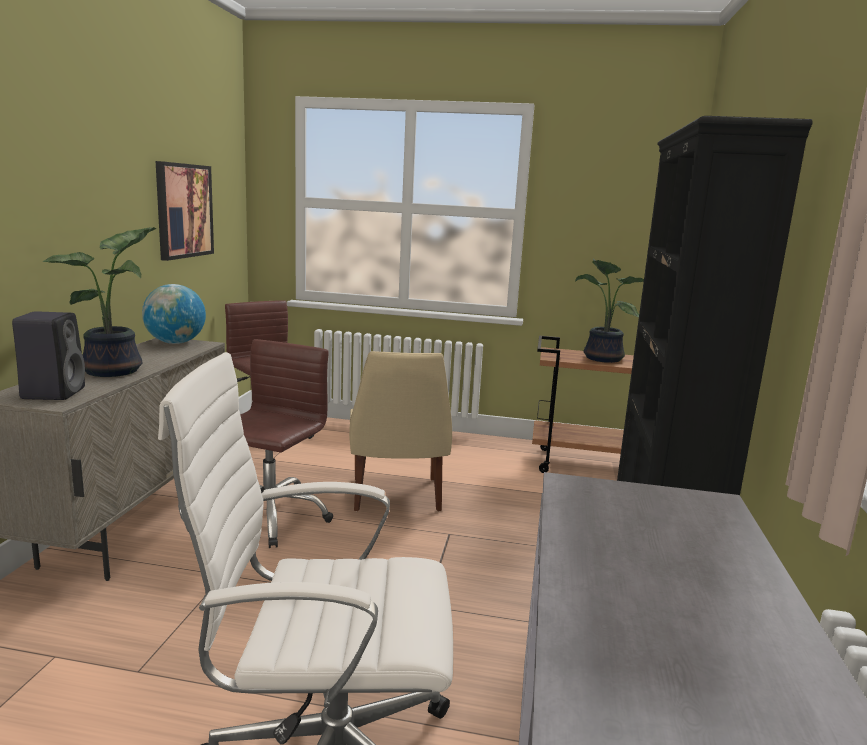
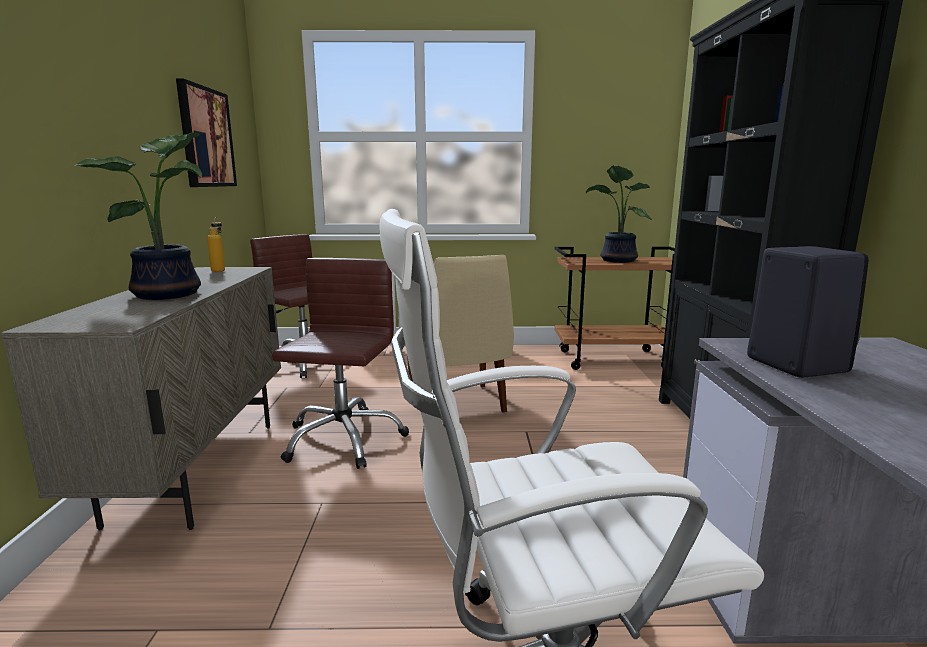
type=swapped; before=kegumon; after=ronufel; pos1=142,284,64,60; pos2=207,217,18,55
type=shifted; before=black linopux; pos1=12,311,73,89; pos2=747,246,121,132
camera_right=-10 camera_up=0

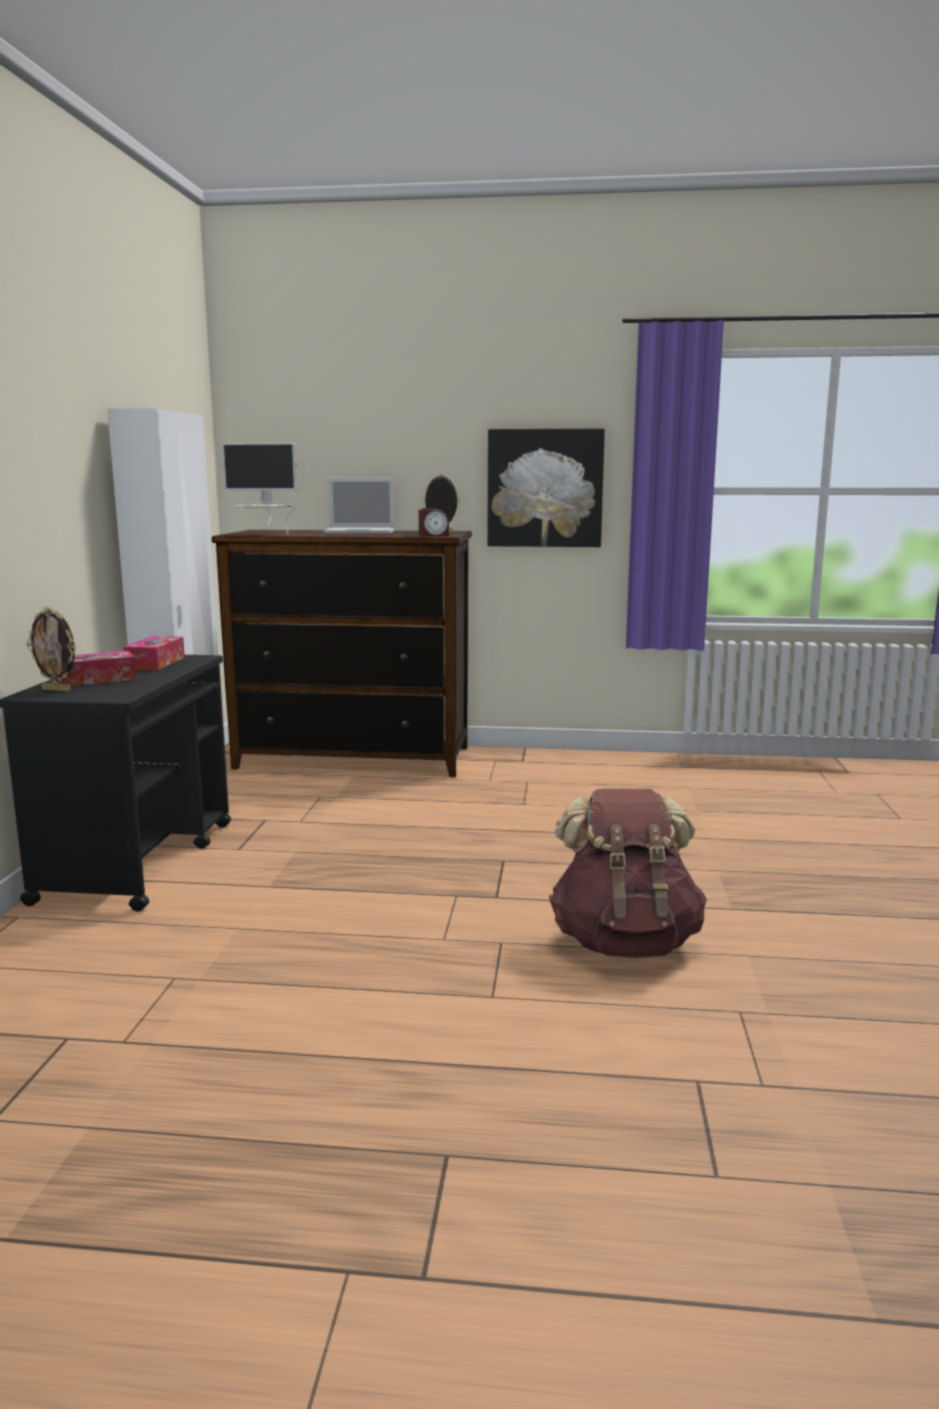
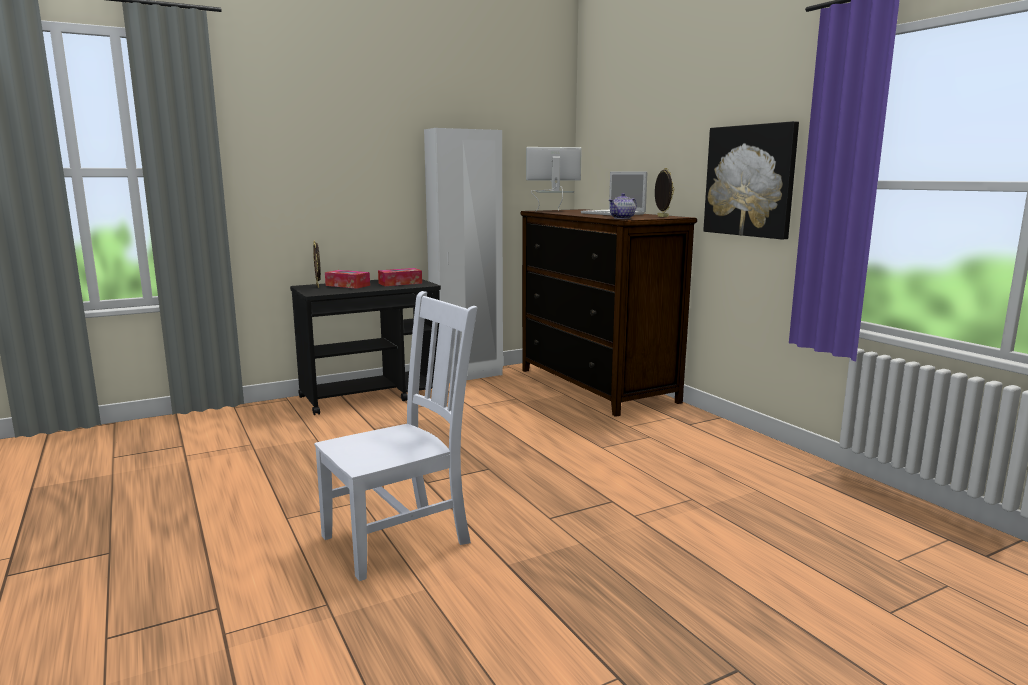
type=rotated; before=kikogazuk; pos1=221,443,76,91; pos2=526,147,56,64; turn=105
type=swapped; before=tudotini; after=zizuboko; pos1=419,508,30,28; pos2=609,193,28,26
type=swapped; before=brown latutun; after=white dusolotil; pos1=549,789,158,169; pos2=314,291,163,290
camera_right=55 camera_up=0

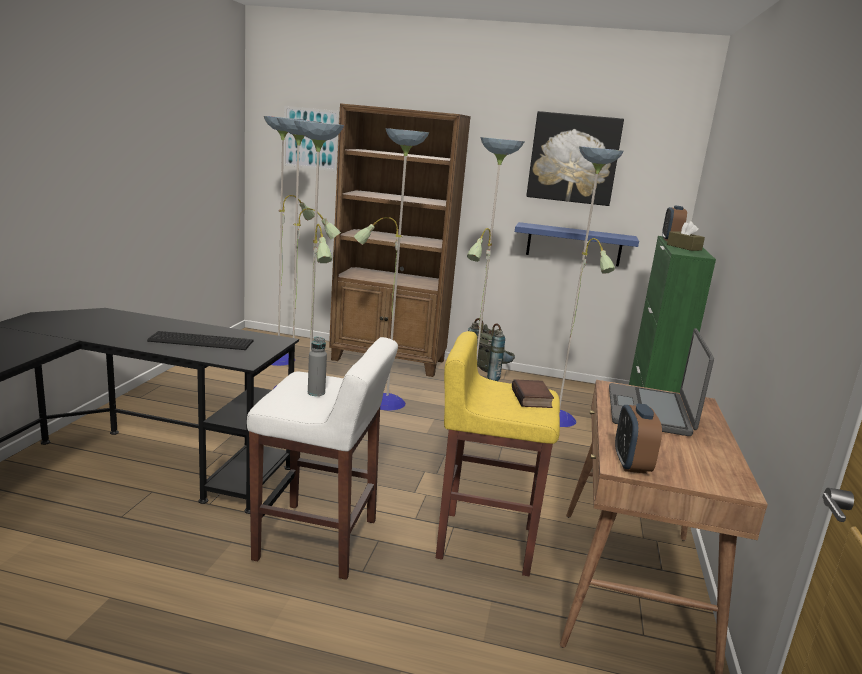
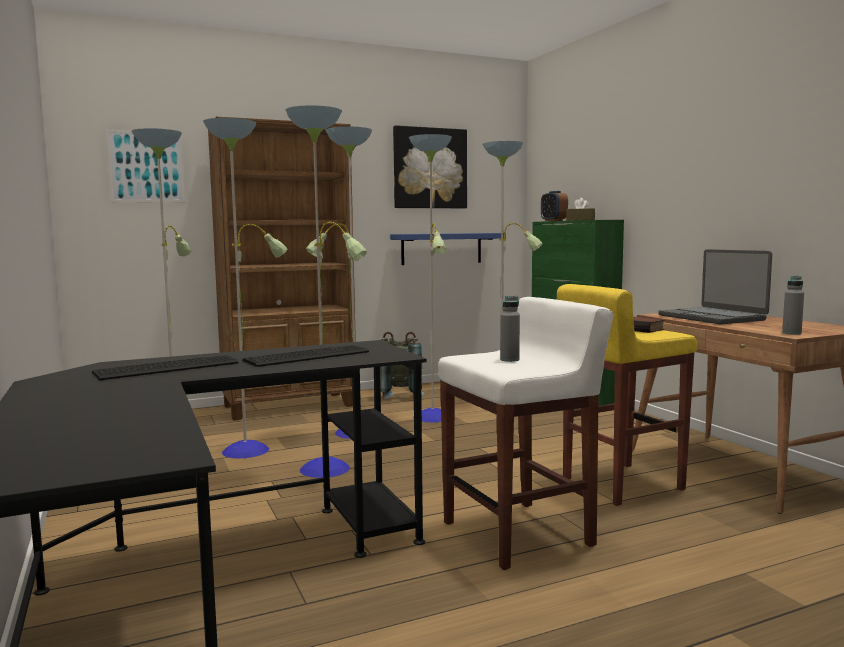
type=swapped; before=tudotini; after=grey ronufel; pos1=615,403,47,71; pos2=782,275,22,60
type=new; after=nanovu; pos2=92,355,147,25
camera_right=-35 camera_up=-10

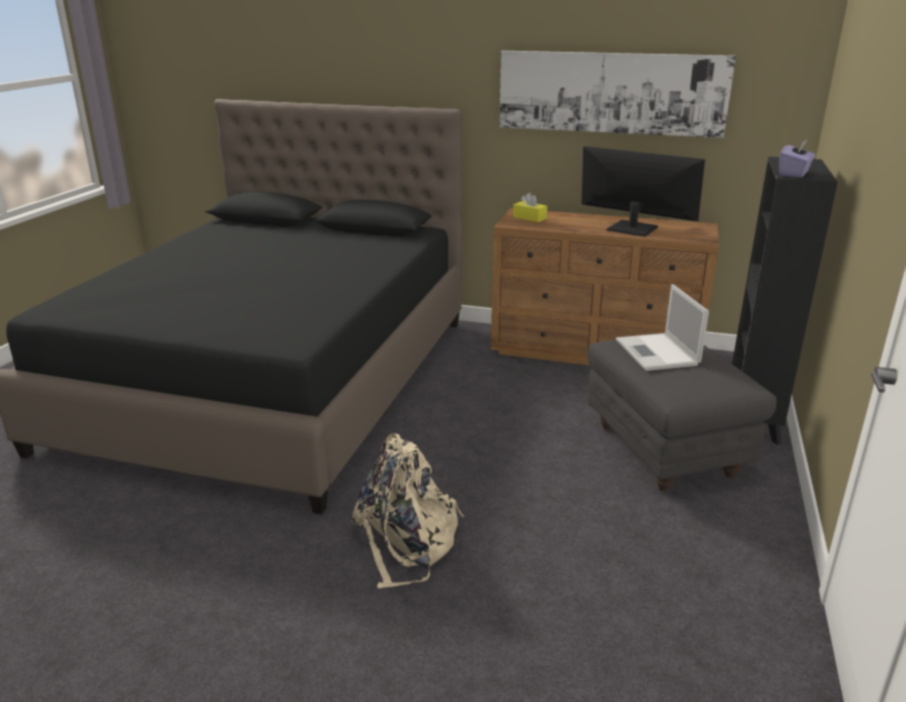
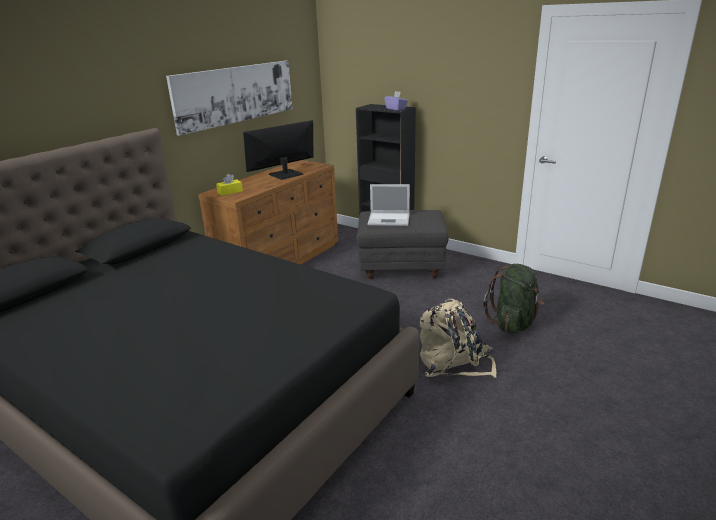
type=new; after=green latutun; pos2=483,264,61,69
camera_right=-70 camera_up=0

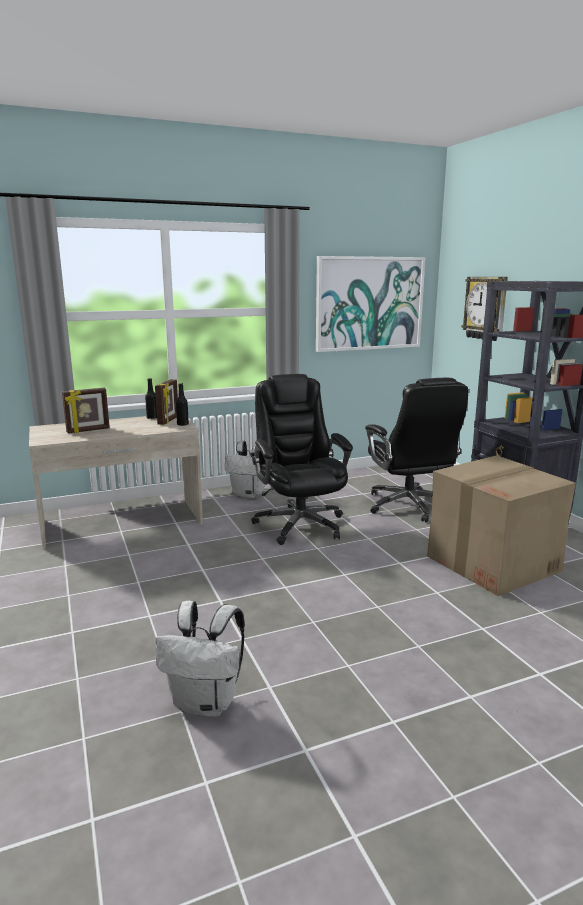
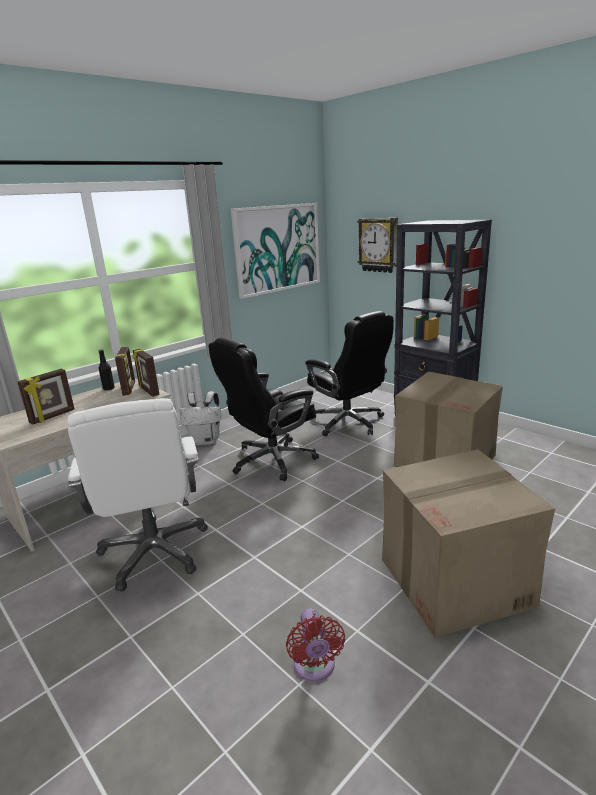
type=rotated; before=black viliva; pos1=251,374,102,171; pos2=209,337,110,144; turn=-90
type=swapped; before=black ronufel; after=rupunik; pos1=176,383,13,43; pos2=132,349,28,48
type=swapped; before=white latutun; after=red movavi; pos1=156,601,89,116; pos2=286,608,59,73
type=new; after=white viliva; pos2=67,398,141,194
type=new; after=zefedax; pos2=382,449,173,189
camera_right=-20 camera_up=5

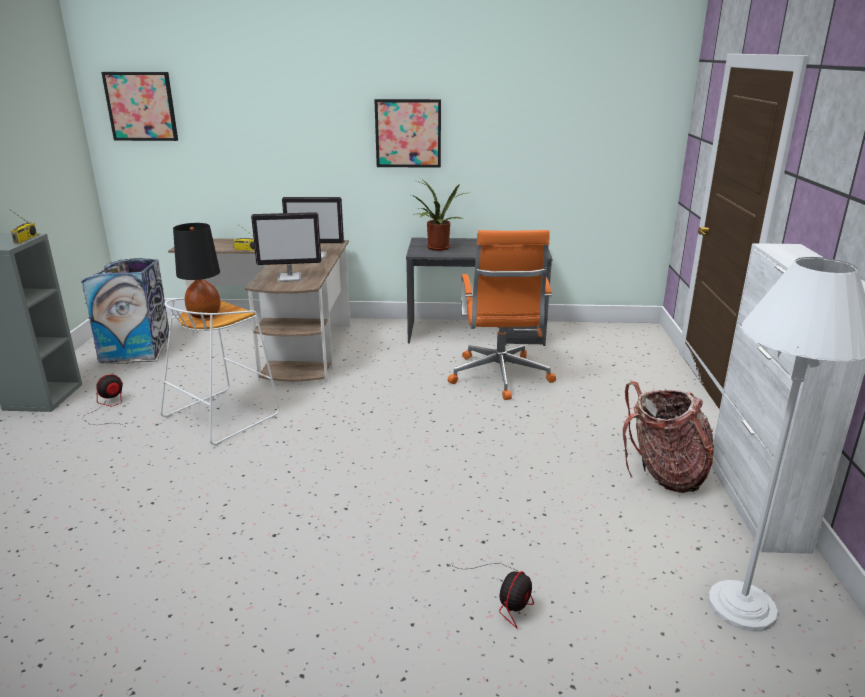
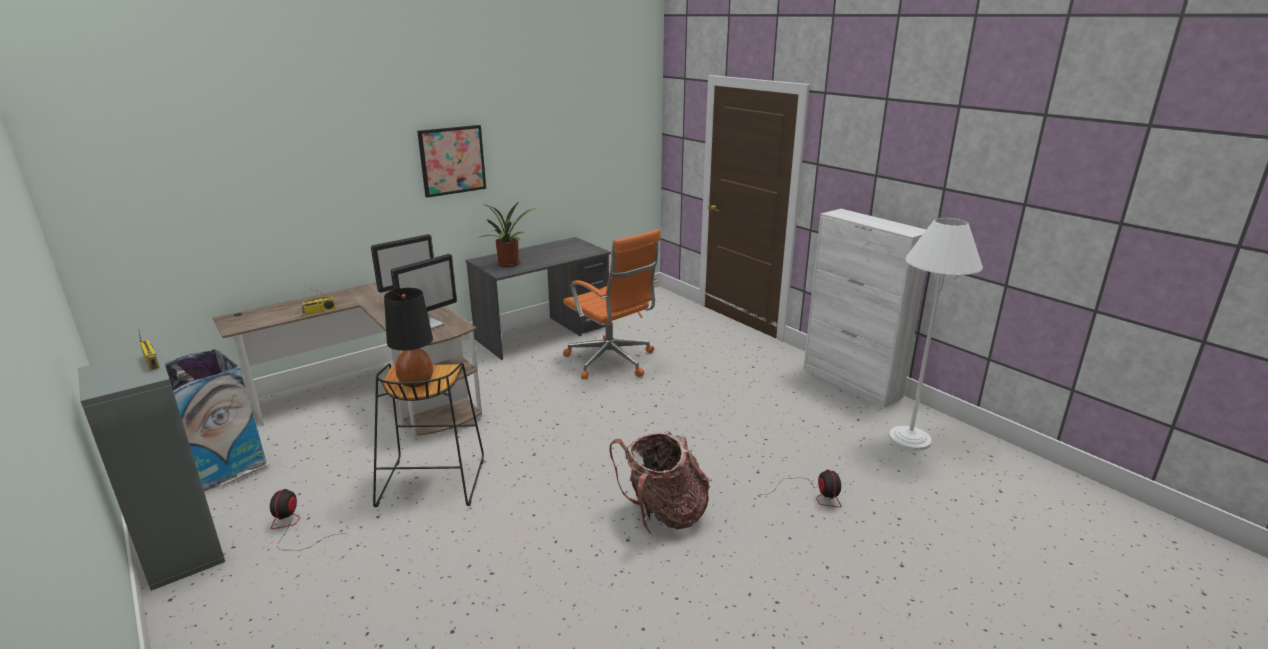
type=gone; before=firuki; pos1=101,72,77,69
type=repainted; before=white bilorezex; after=black bilorezex; pos1=160,298,120,147; pos2=373,363,111,144
type=shifted; before=latutun; pos1=623,381,91,112; pos2=609,431,101,103
camera_right=-40 camera_up=0

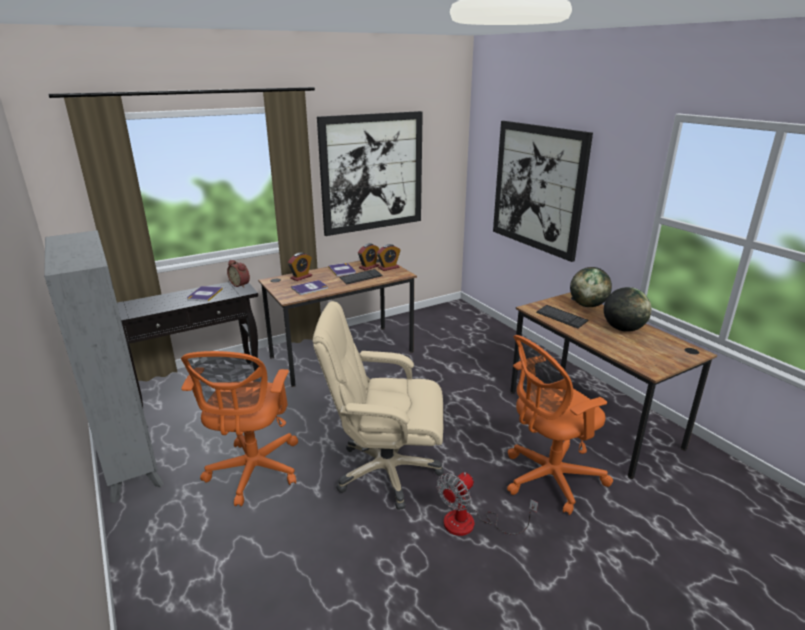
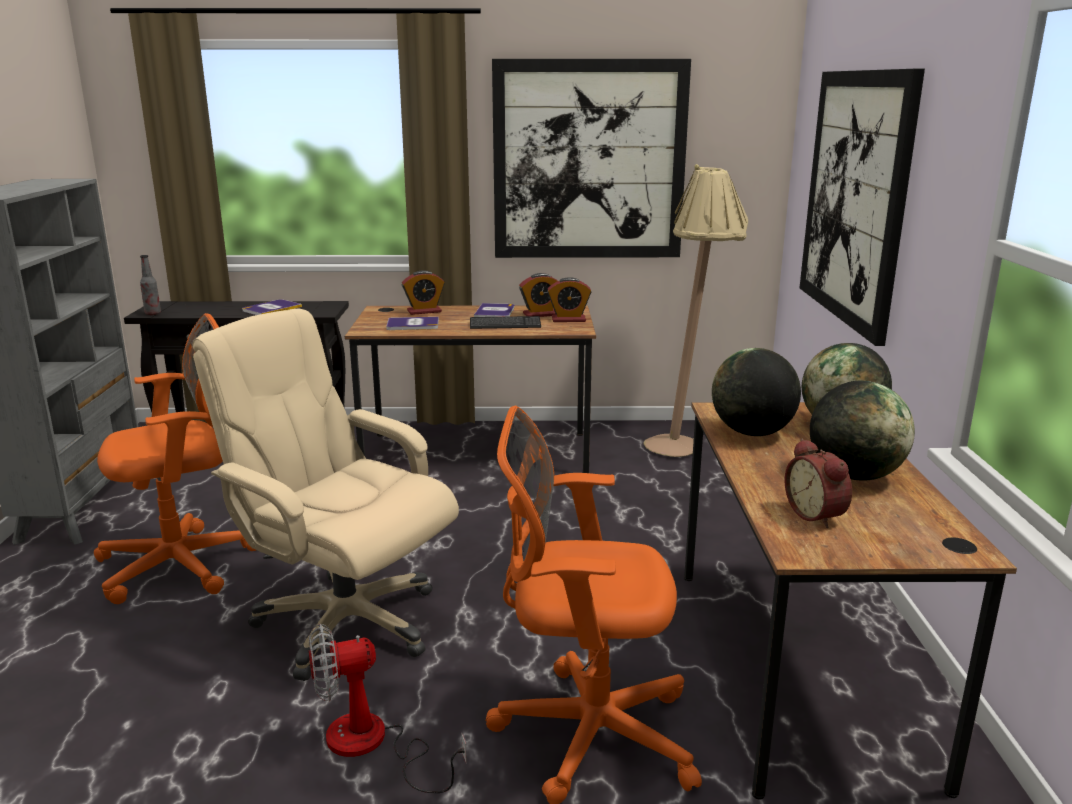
type=shifted; before=tudotini; pos1=227,260,23,27; pos2=785,439,67,89
type=swapped; before=nanovu; after=kegumon; pos1=536,305,52,23; pos2=712,348,89,88
type=rotated; before=orange viliva; pos1=181,351,117,155; pos2=94,313,162,291; turn=-150
type=new; after=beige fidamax; pos2=644,164,104,293
type=new; after=ronufel; pos2=140,255,21,60
camera_right=30 camera_up=-5

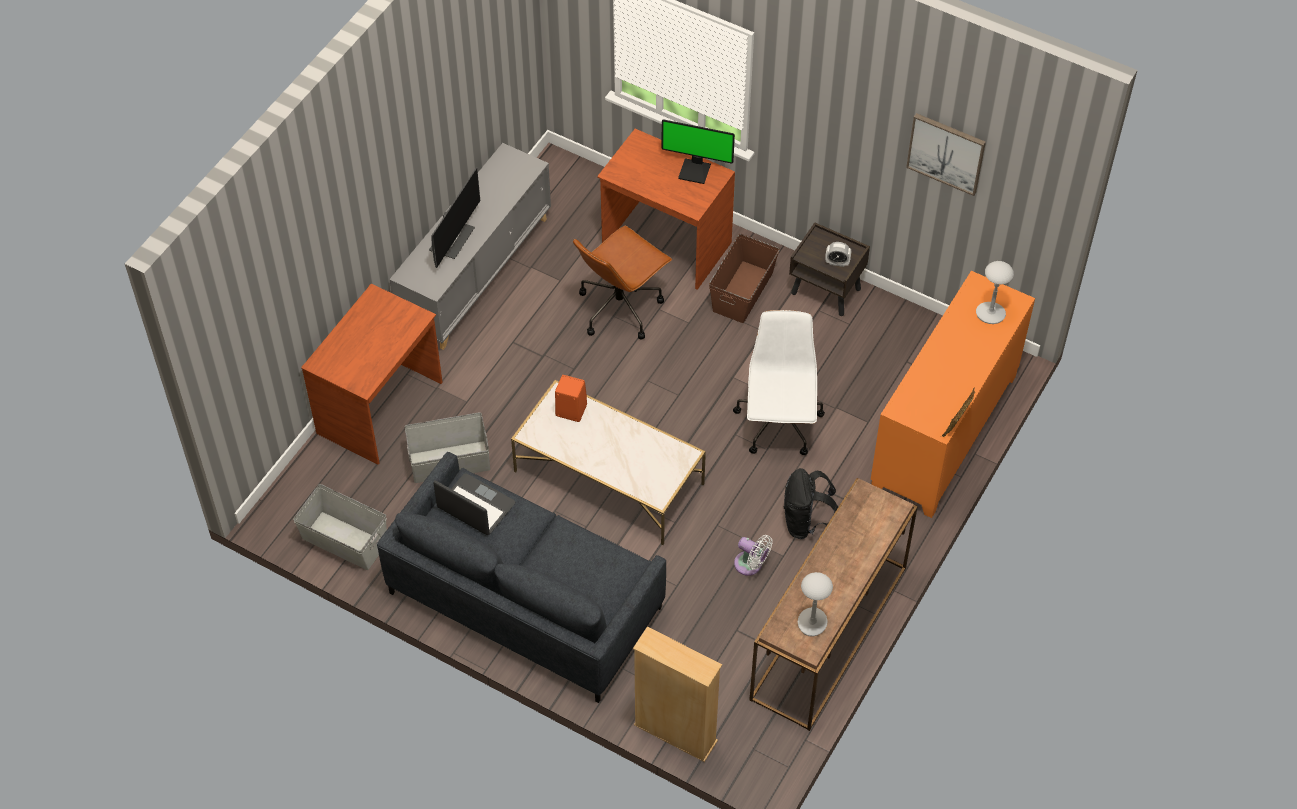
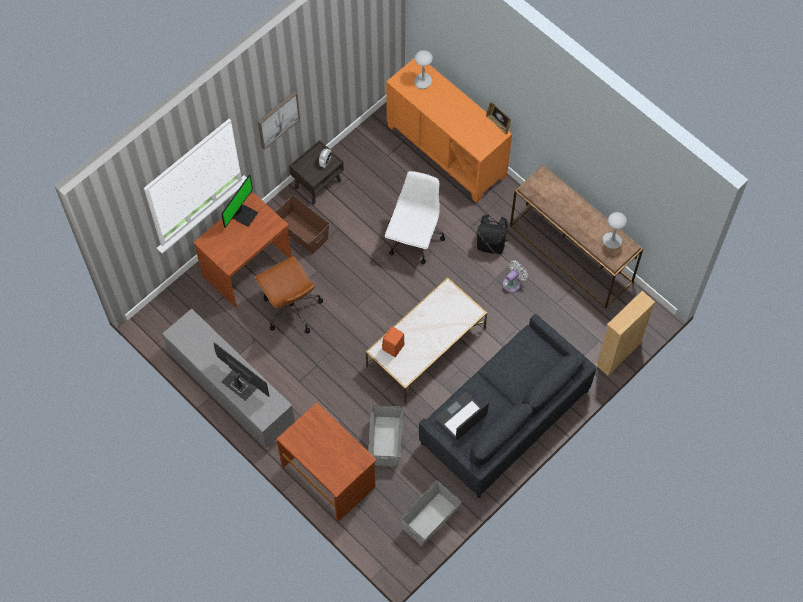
type=shifted; before=firuki; pos1=906,113,80,83; pos2=258,91,42,59
type=rotated; before=white viliva; pos1=733,310,92,145; pos2=385,171,60,93; turn=90
camera_right=-75 camera_up=10

